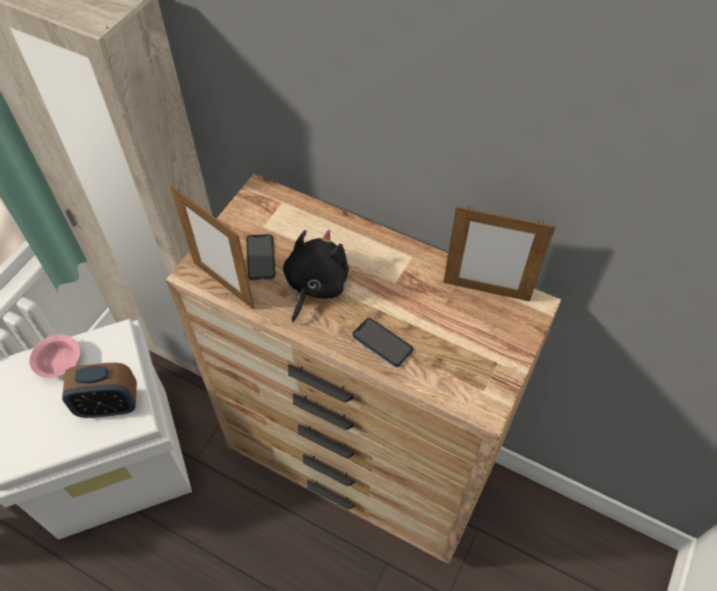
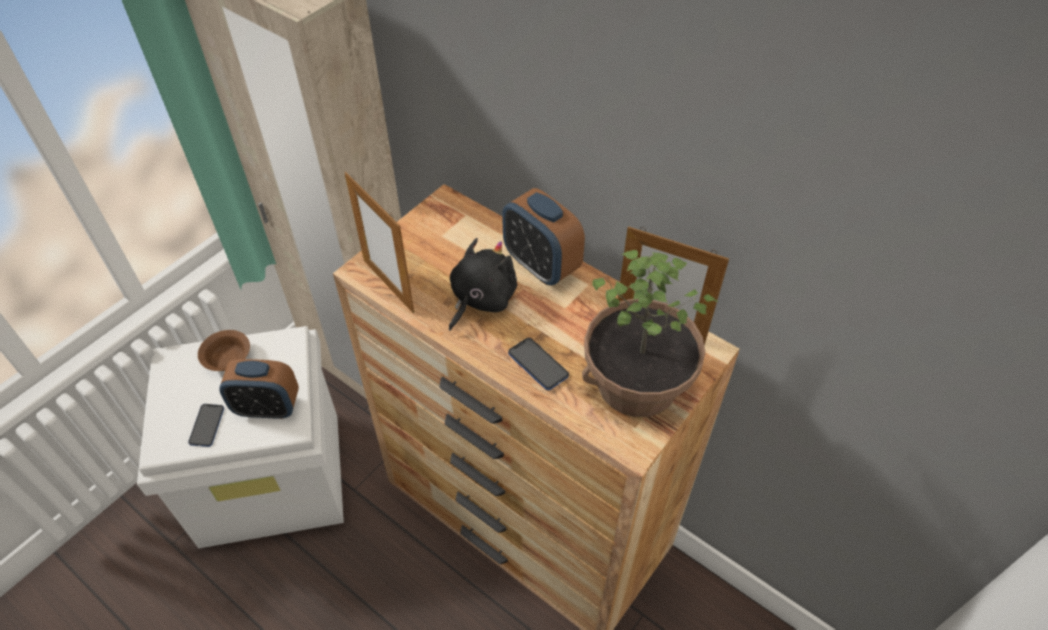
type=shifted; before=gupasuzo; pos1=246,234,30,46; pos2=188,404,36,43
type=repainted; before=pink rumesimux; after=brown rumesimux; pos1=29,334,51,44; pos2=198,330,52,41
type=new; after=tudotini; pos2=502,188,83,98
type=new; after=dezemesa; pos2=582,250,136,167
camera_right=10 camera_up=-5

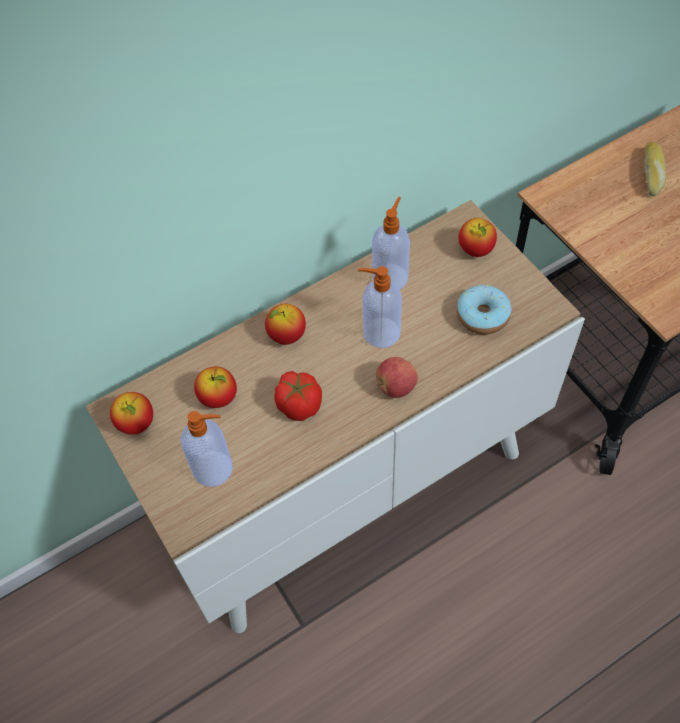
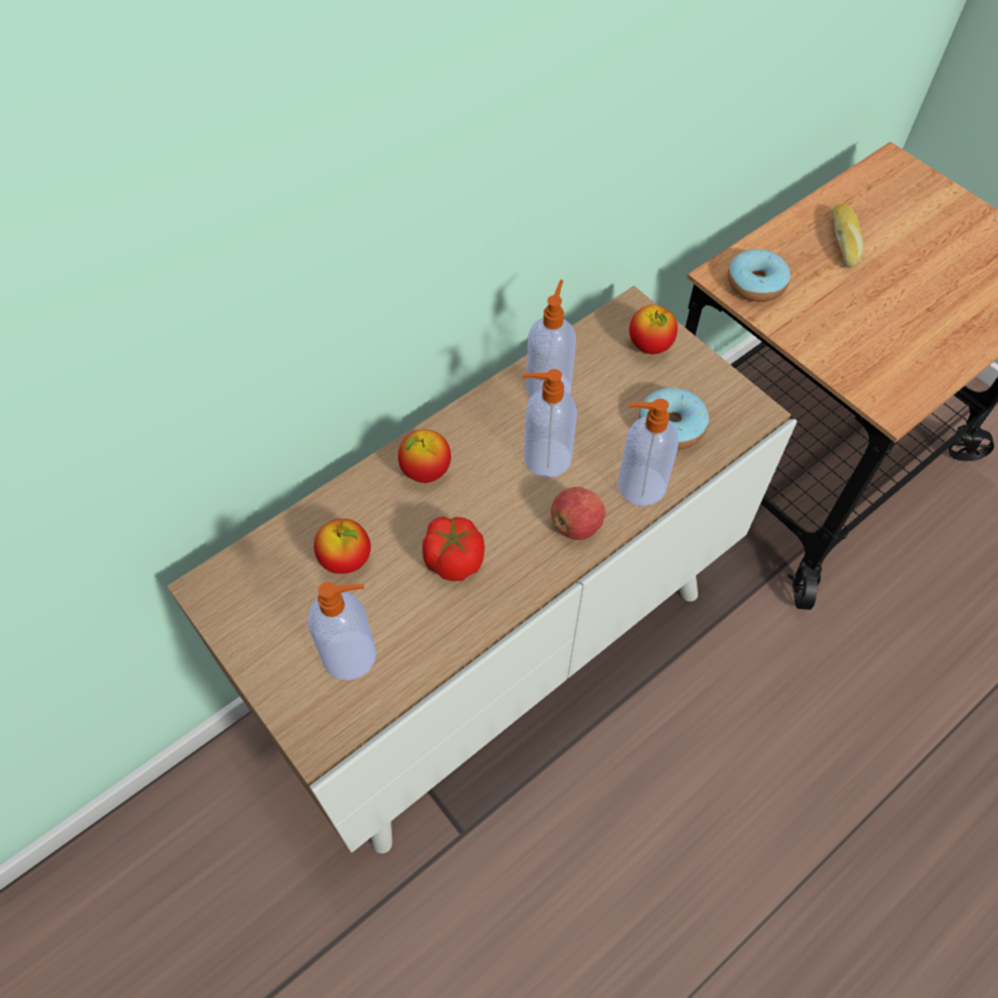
type=gone; before=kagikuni; pos1=110,392,43,43
type=new; after=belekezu; pos2=727,249,64,53
type=new; after=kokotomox; pos2=618,398,61,108
camera_right=-10 camera_up=0

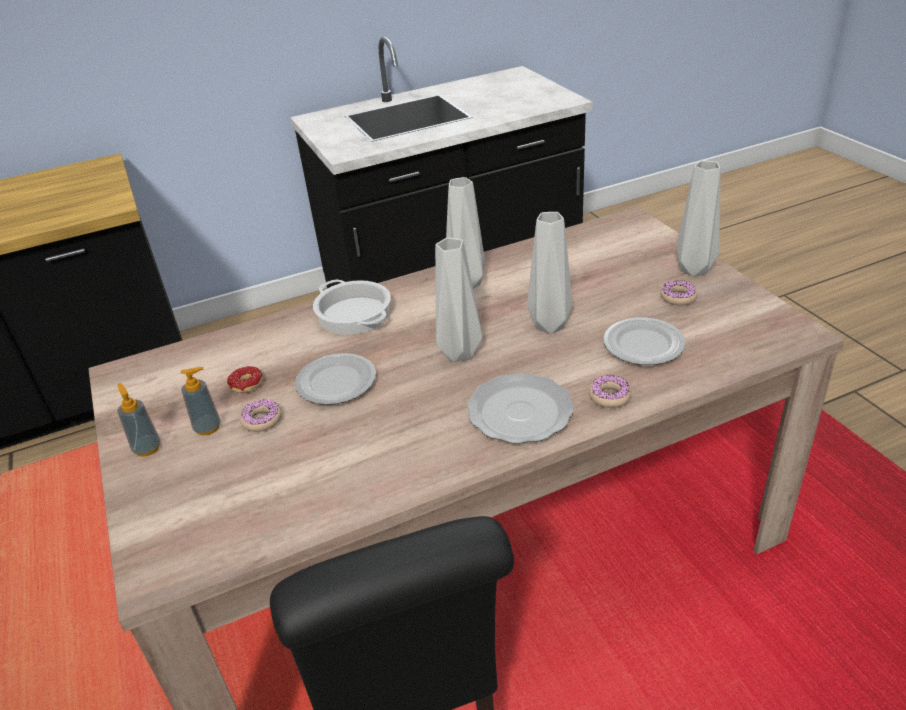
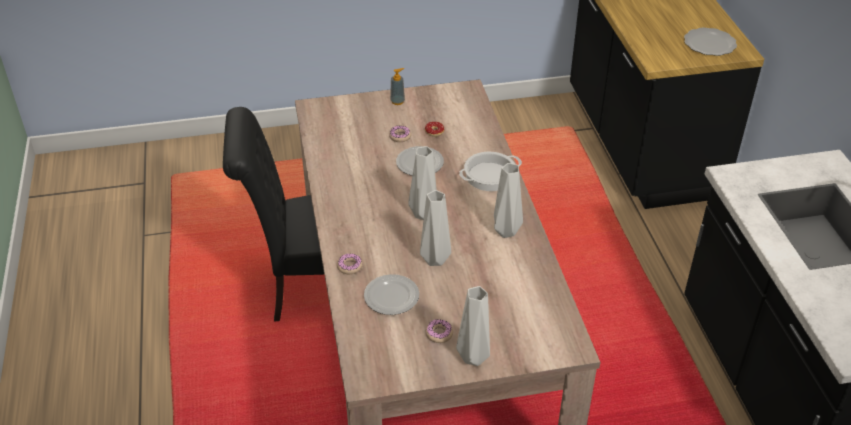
type=gone; before=kokotomox; pos1=181,367,40,69
type=shifted; before=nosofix; pos1=467,373,107,71; pos2=684,28,53,28
camera_right=100 camera_up=5

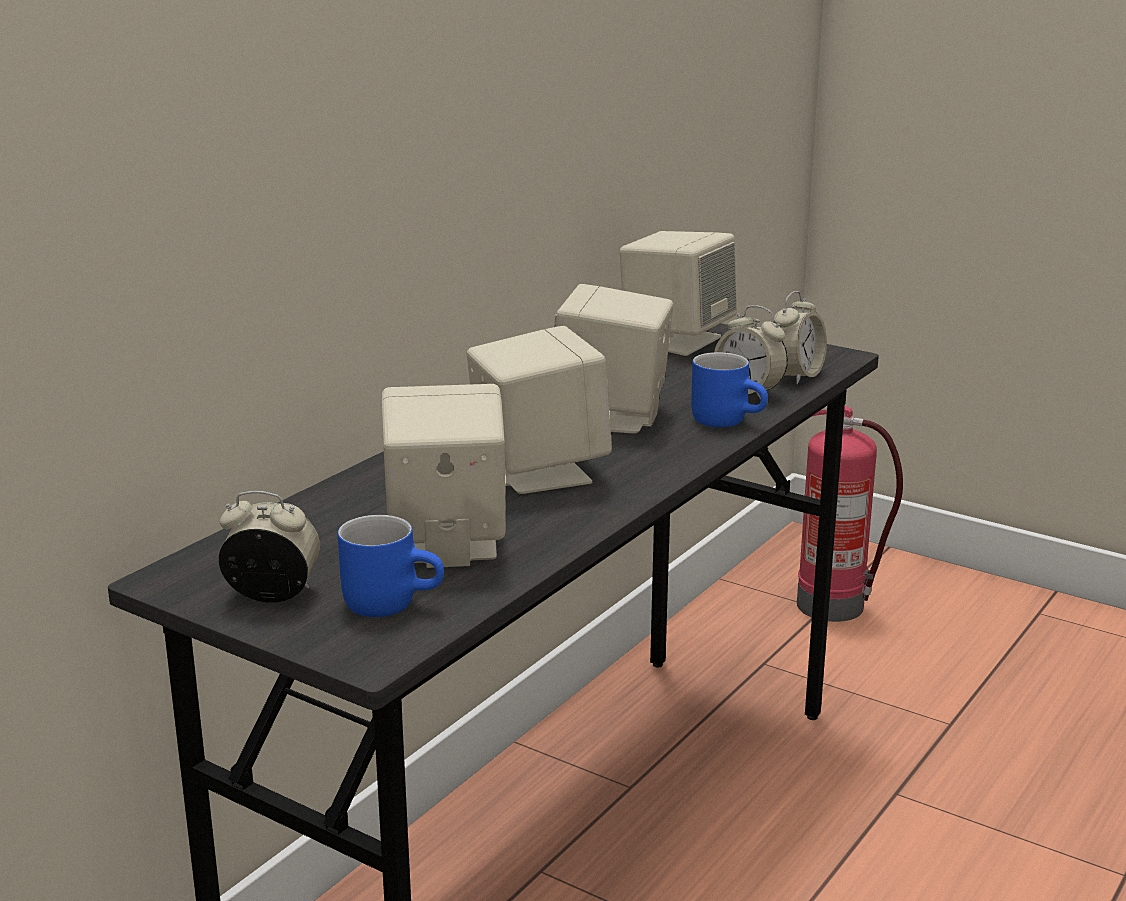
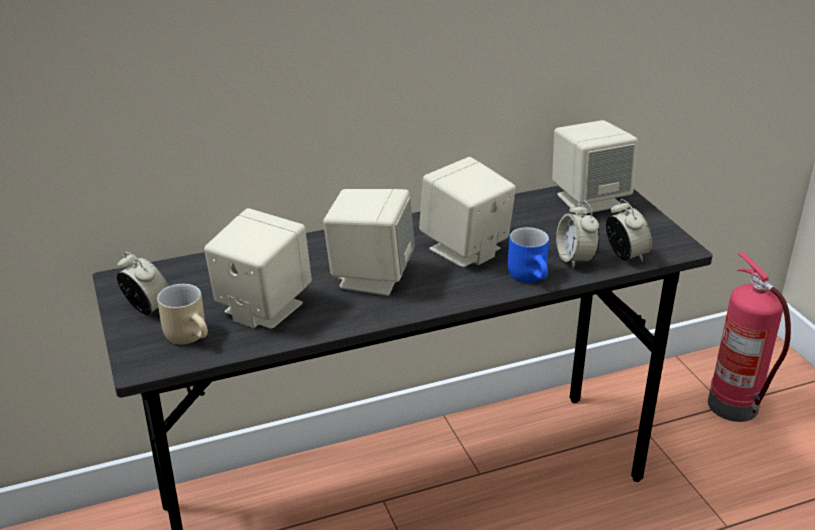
type=rotated; before=tudotini; pos1=773,291,54,94; pos2=606,199,46,63; turn=-90
type=repainted; before=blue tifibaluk; after=beige tifibaluk; pos1=338,515,106,102; pos2=157,284,51,61
camera_right=35 camera_up=10

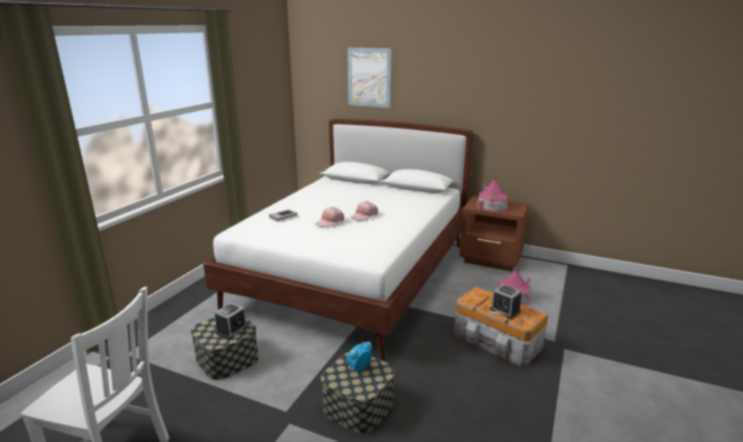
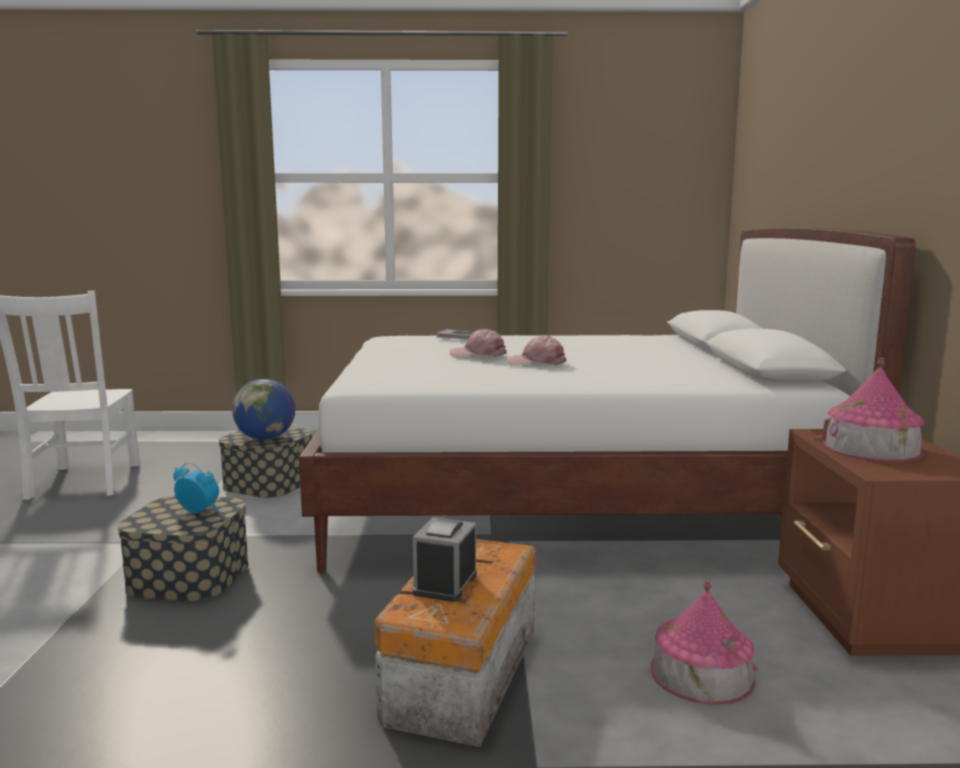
type=gone; before=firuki; pos1=348,48,43,60
type=swapped; before=tudotini; after=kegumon; pos1=214,303,34,37; pos2=232,379,63,61
camera_right=65 camera_up=-10

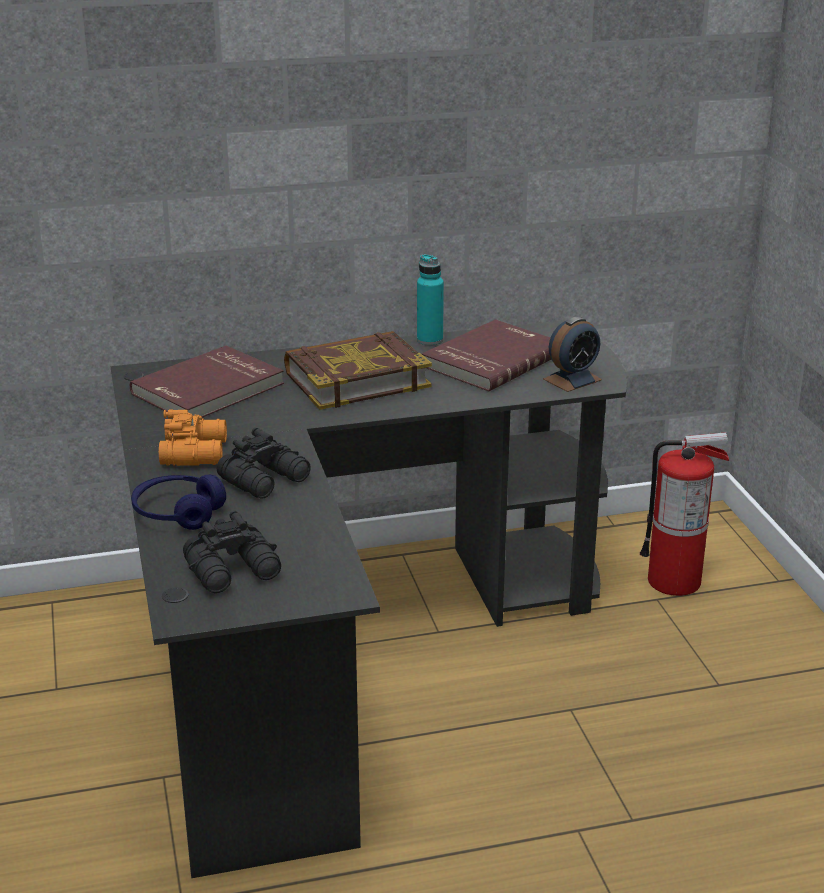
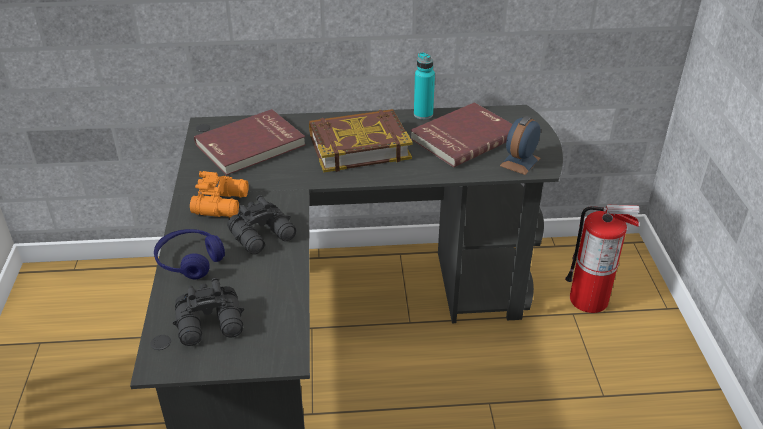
type=rotated; before=tudotini; pos1=543,317,59,75; pos2=500,116,40,59; turn=150
camera_right=10 camera_up=10

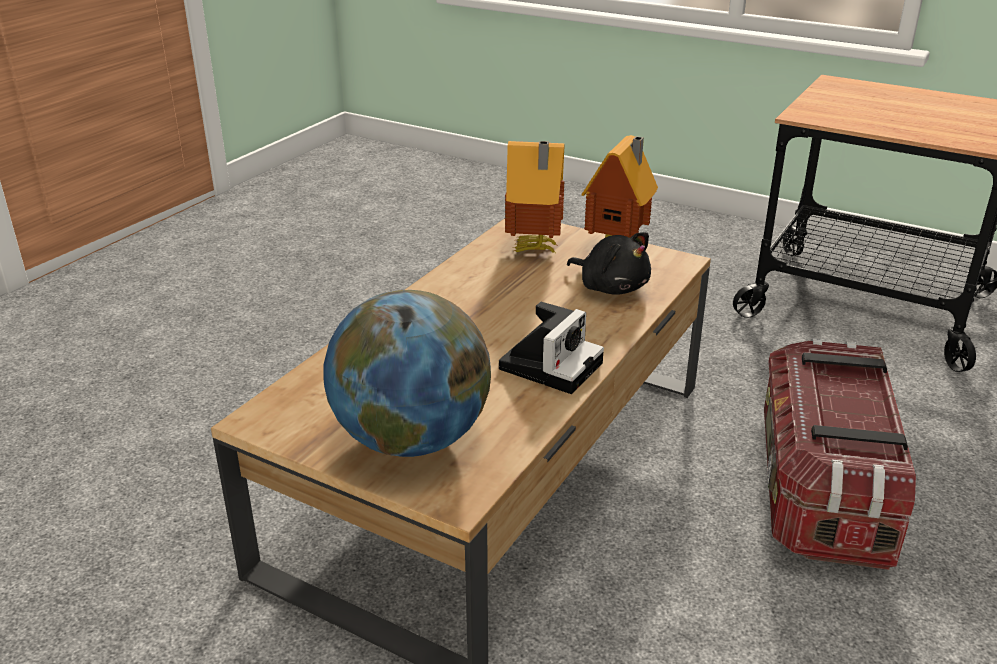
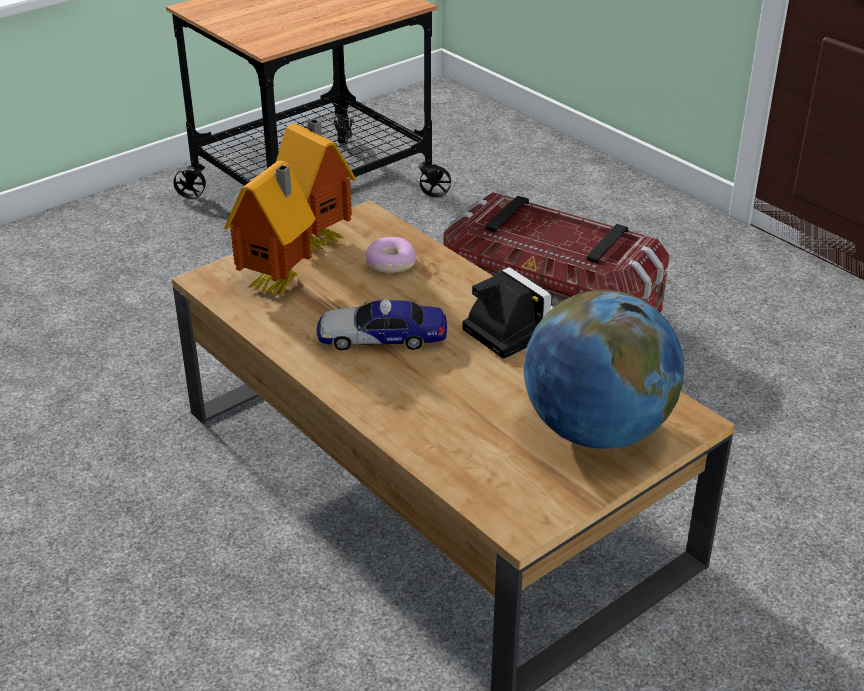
type=swapped; before=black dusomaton; after=belekezu; pos1=567,232,84,63; pos2=366,237,50,36
type=new; after=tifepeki; pos2=317,299,130,51
camera_right=-70 camera_up=5

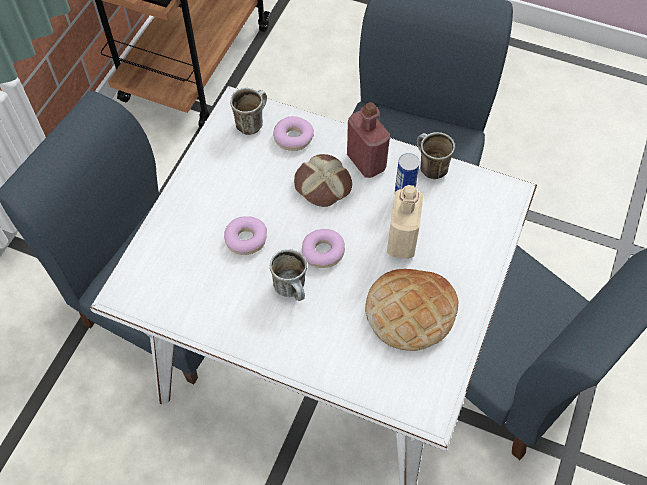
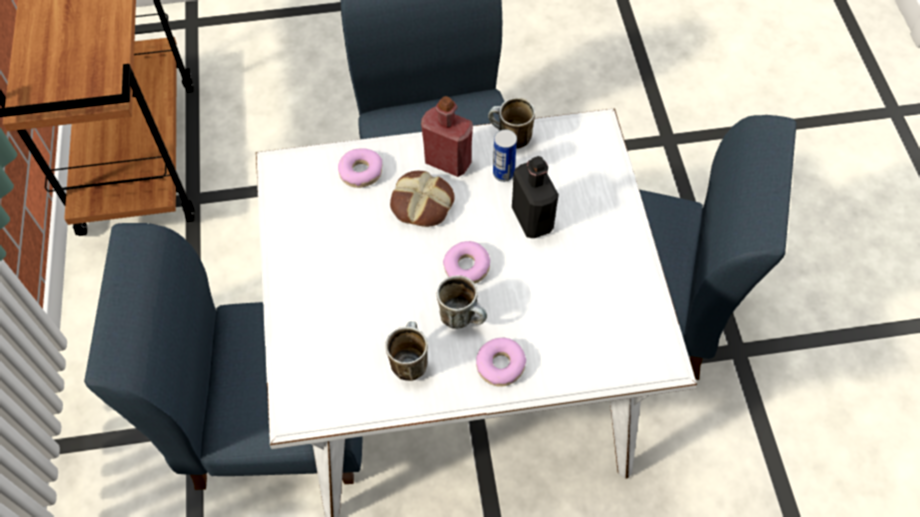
type=shifted; before=tifibaluk; pos1=230,88,37,47; pos2=385,321,43,60
type=repainted; before=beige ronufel; after=black ronufel; pos1=387,185,36,74; pos2=512,156,47,82
type=shifted; before=belekezu; pos1=224,216,43,39; pos2=476,338,50,49
type=gone; before=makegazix; pos1=365,269,94,82
camera_right=-30 camera_up=0

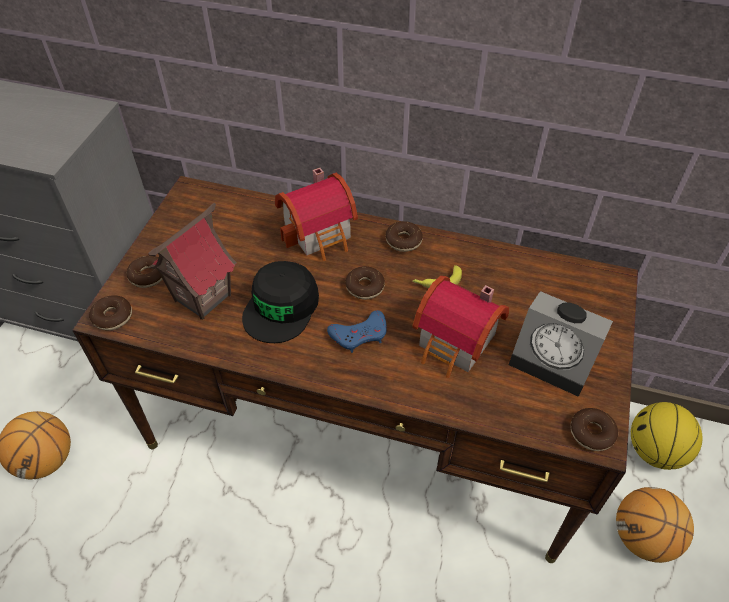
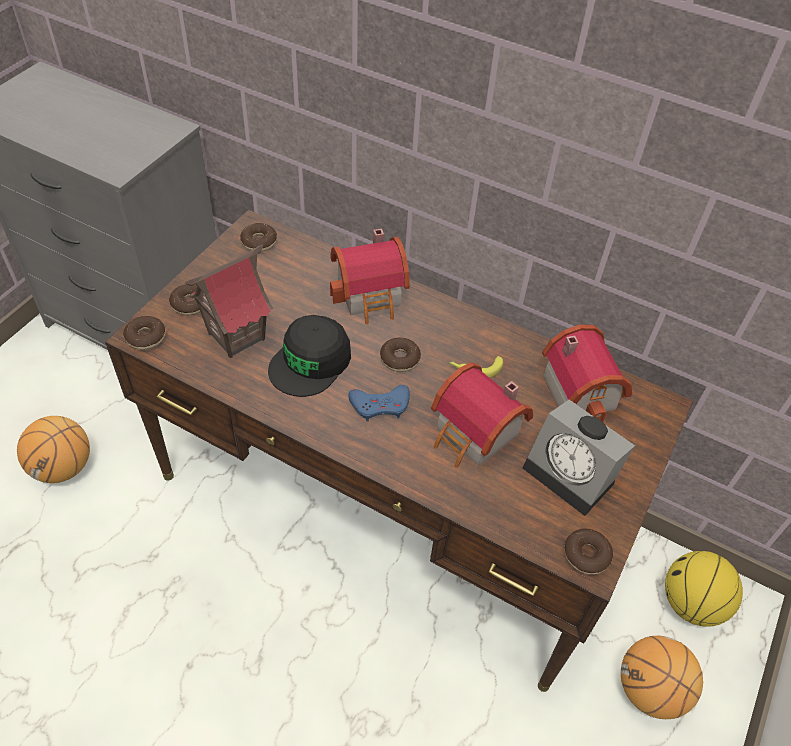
type=shifted; before=belekezu; pos1=386,221,37,31; pos2=240,223,37,29
type=new; after=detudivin; pos2=542,325,90,97
camera_right=10 camera_up=0

